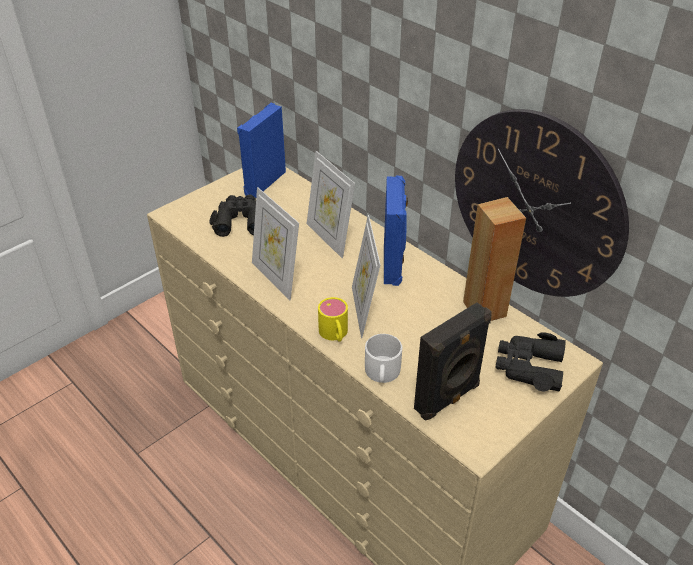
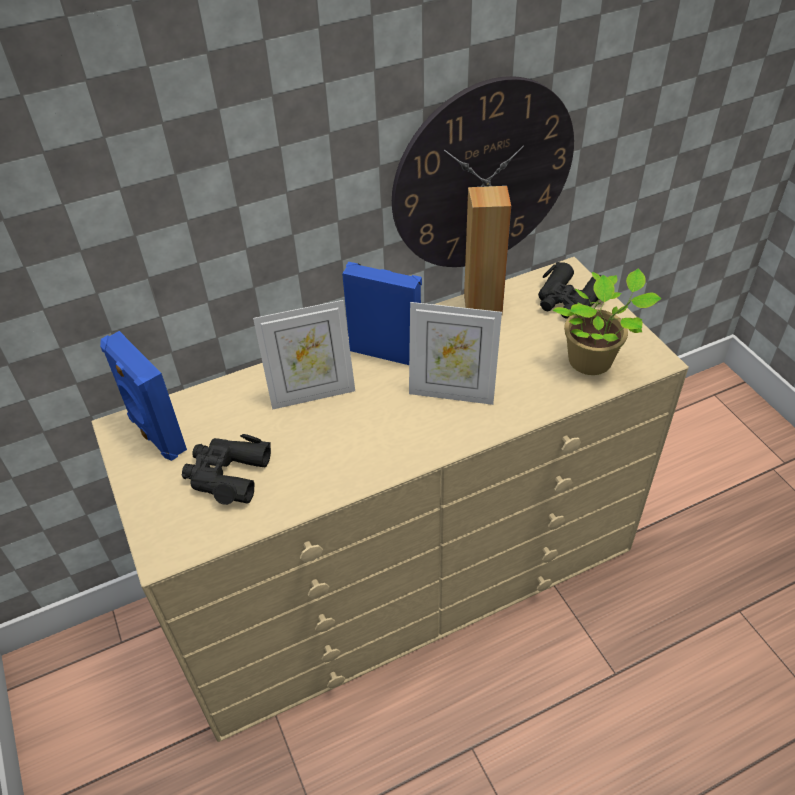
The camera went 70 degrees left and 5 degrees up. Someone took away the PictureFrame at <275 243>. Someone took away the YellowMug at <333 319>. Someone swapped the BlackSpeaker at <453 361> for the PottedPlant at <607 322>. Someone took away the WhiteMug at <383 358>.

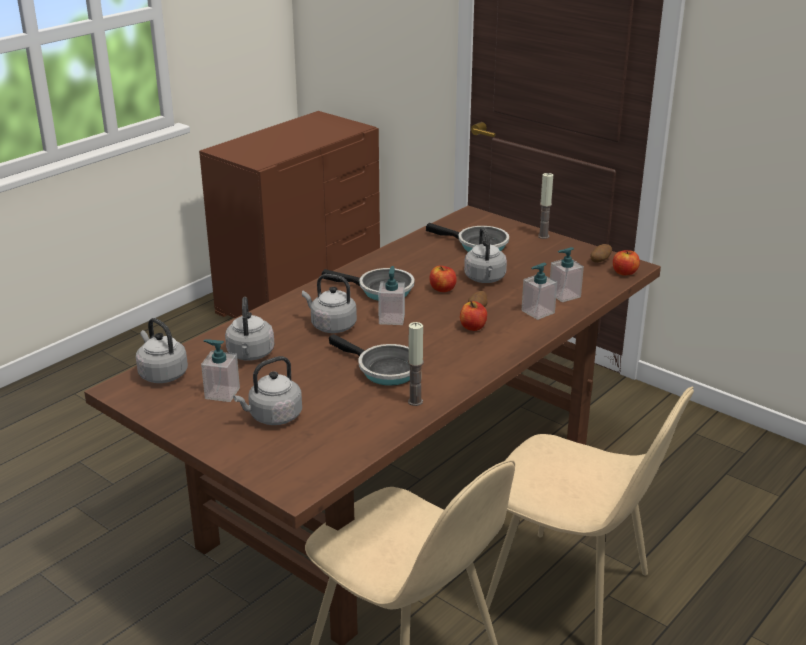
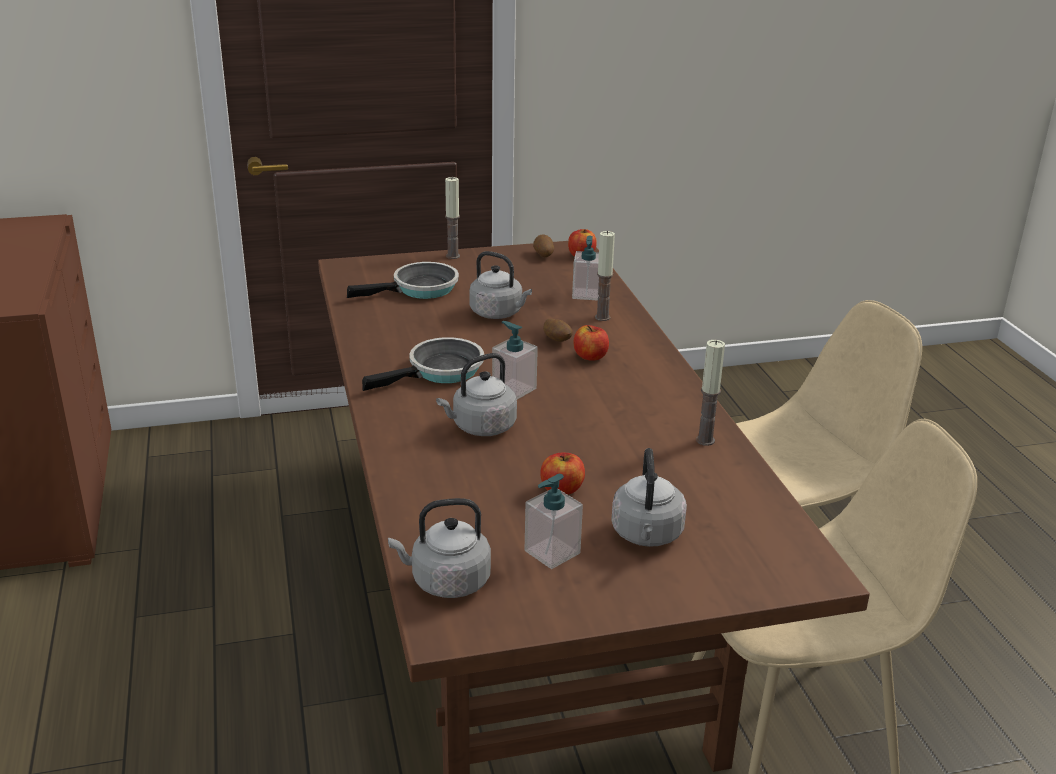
The camera went 55 degrees left and 0 degrees up. Someone swapped the SoapDispenser at <539 291> for the Candle at <605 276>. Someone carried the Apple from <443 279> to <562 474>. Someone took away the GreyKettle at <249 329>. Someone took away the FryingPan at <369 360>.

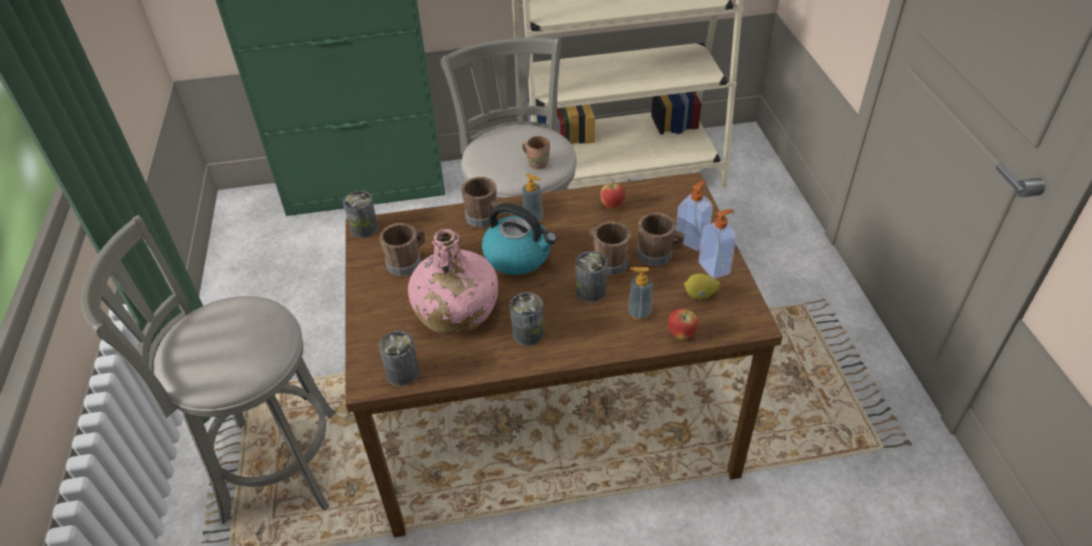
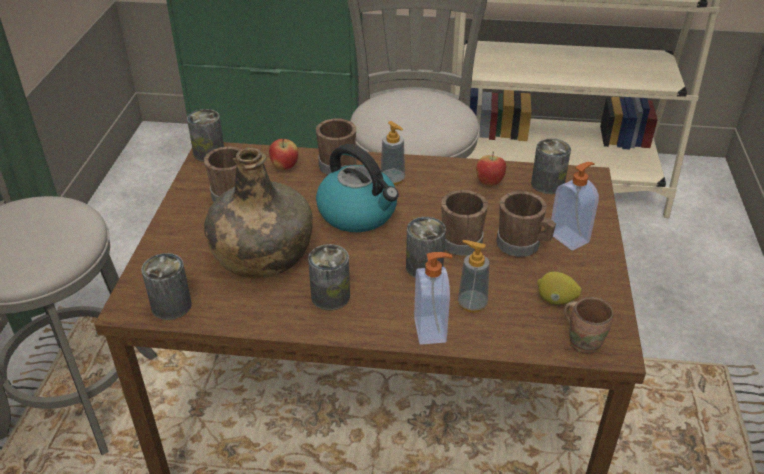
The camera went 15 degrees right and 5 degrees down. Someone carried the BrownMug from <536 153> to <589 325>. Someone carried the SoapDispenser from <717 244> to <433 298>. Someone repainted the PinkBottle at <453 281>, which became the GreenBottle at <258 212>. Someone carried the Apple from <683 324> to <283 154>. Someone put down the Can at <551 166>.

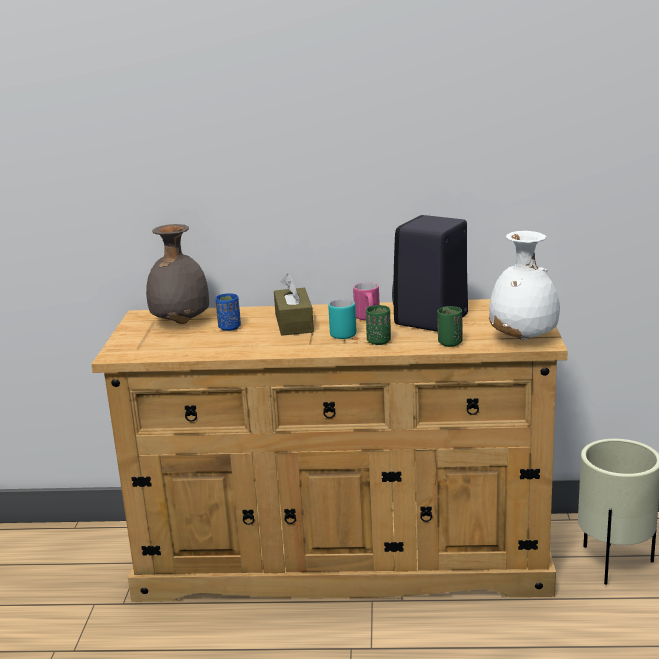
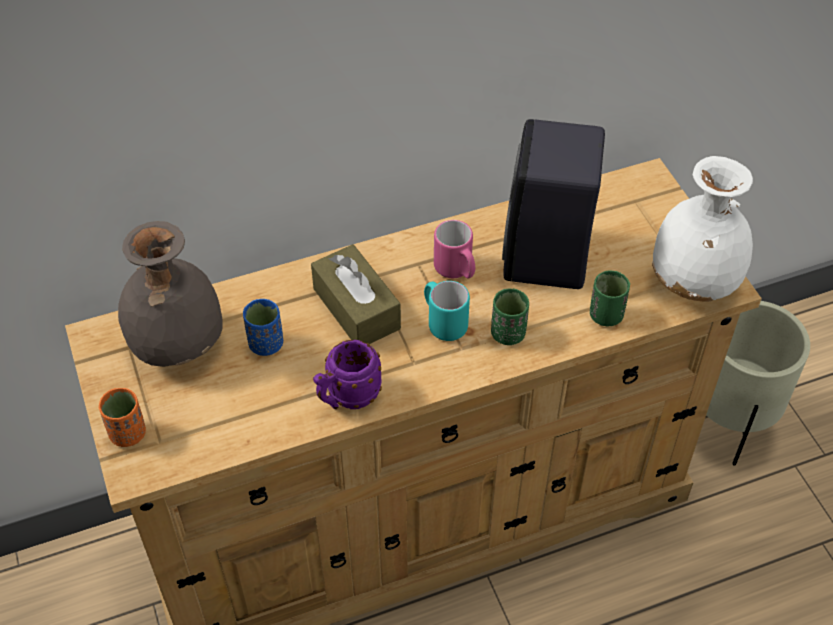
The camera went 25 degrees left and 30 degrees up. Someone put down the PurpleMug at <347 374>. Someone put down the OrangeCup at <122 417>.

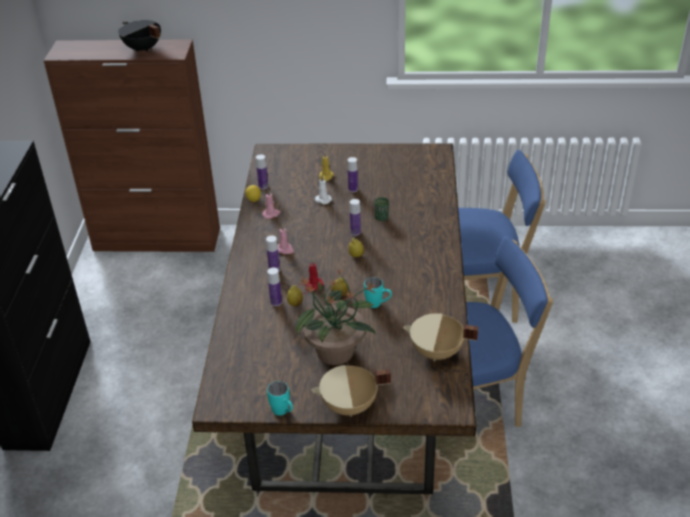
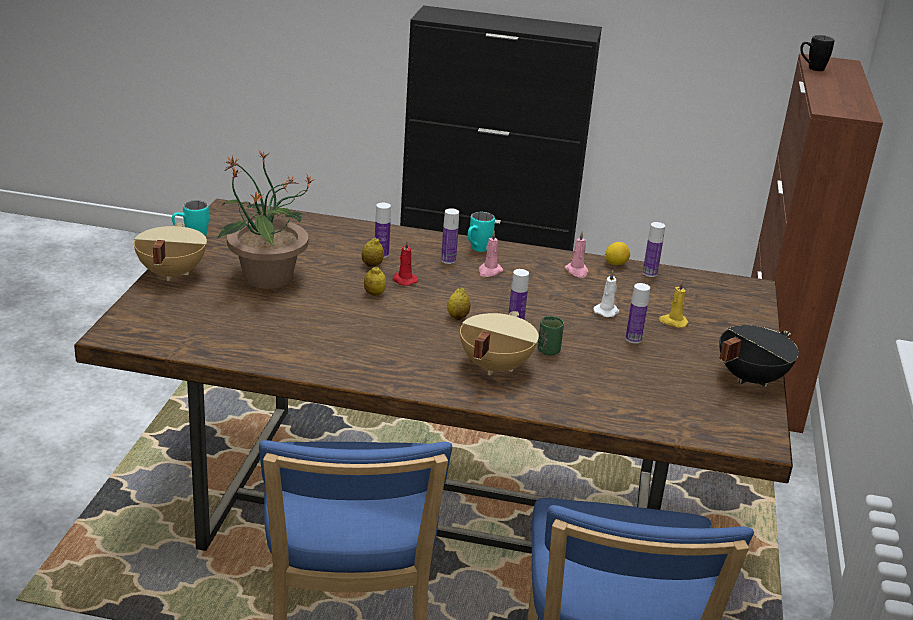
The camera went 95 degrees right and 10 degrees down. Someone carried the BlackCookingPot from <139 36> to <759 356>. Someone carried the TurquoiseMug from <378 292> to <481 232>. Someone carried the BeigeCookingPot from <440 337> to <499 343>. Someone put down the BlackMug at <817 53>.

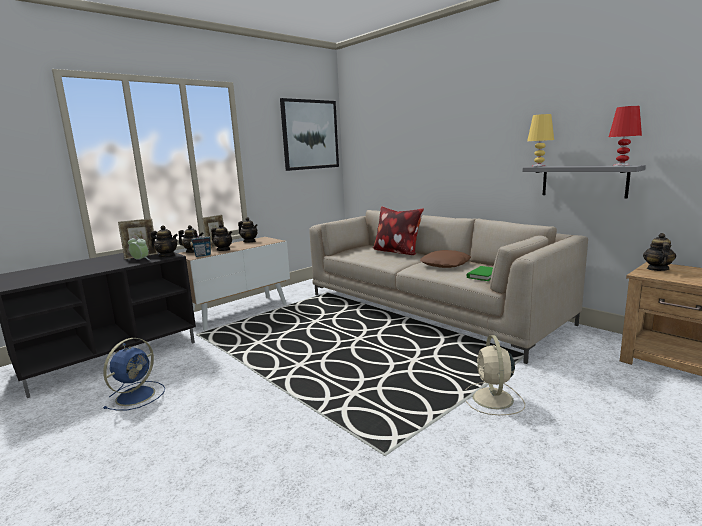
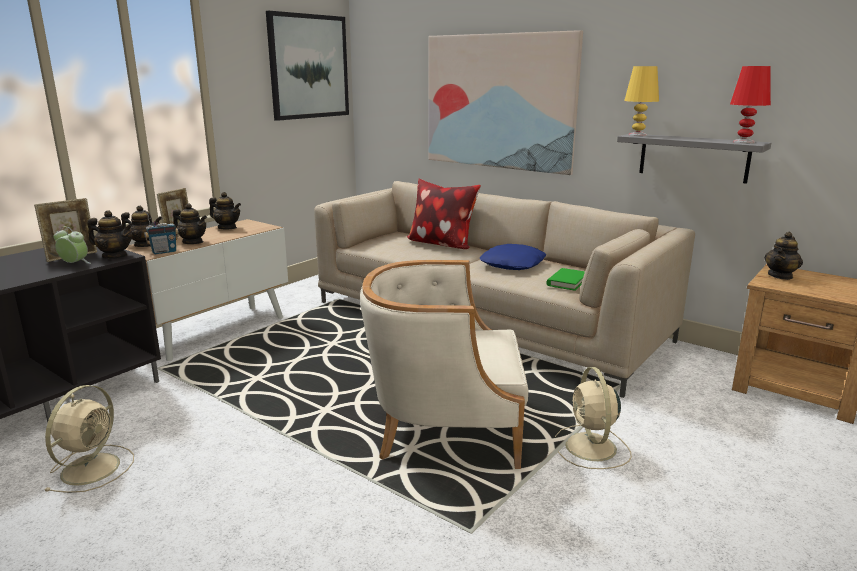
The camera went 10 degrees left and 5 degrees up. Someone rotated the Teapot at <659 252> by 150 degrees counterclockwise. Someone repainted the BrownPillow at <445 259>, which became the BluePillow at <513 257>. Someone repainted the BlueFan at <134 374>, which became the BeigeFan at <89 439>. Someone put up the Picture at <506 102>. Someone put down the BeigeArmchair at <444 364>.

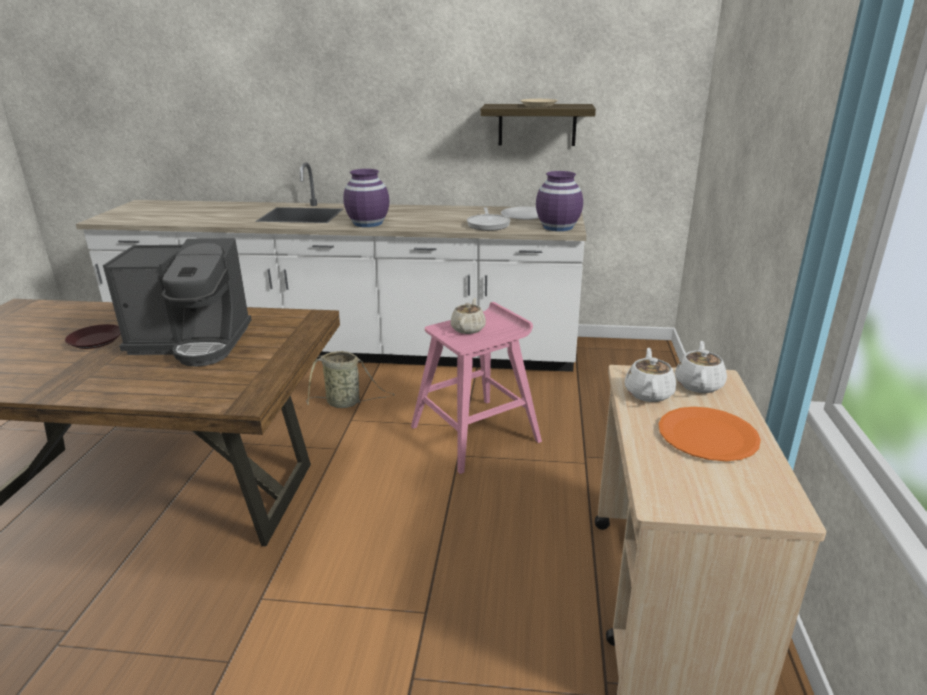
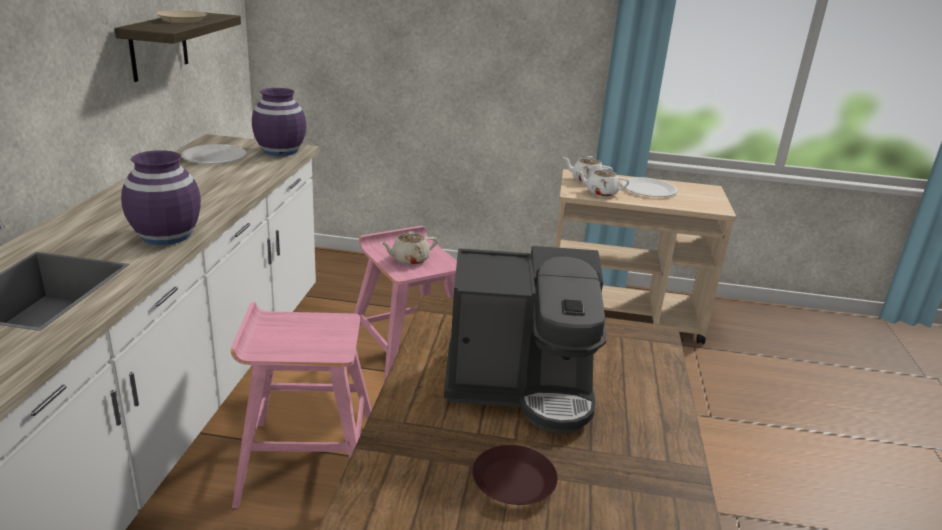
The camera went 90 degrees left and 0 degrees up. Someone took away the FryingPan at <489 219>. Someone rotated the CoffeeMachine at <177 302> by 90 degrees clockwise. Someone rotated the BeigeTeapot at <468 316> by 45 degrees counterclockwise. Someone swapped the Basket at <350 379> for the PinkStool at <301 405>. Someone repainted the OrangePlate at <709 434>, which became the WhitePlate at <649 187>.

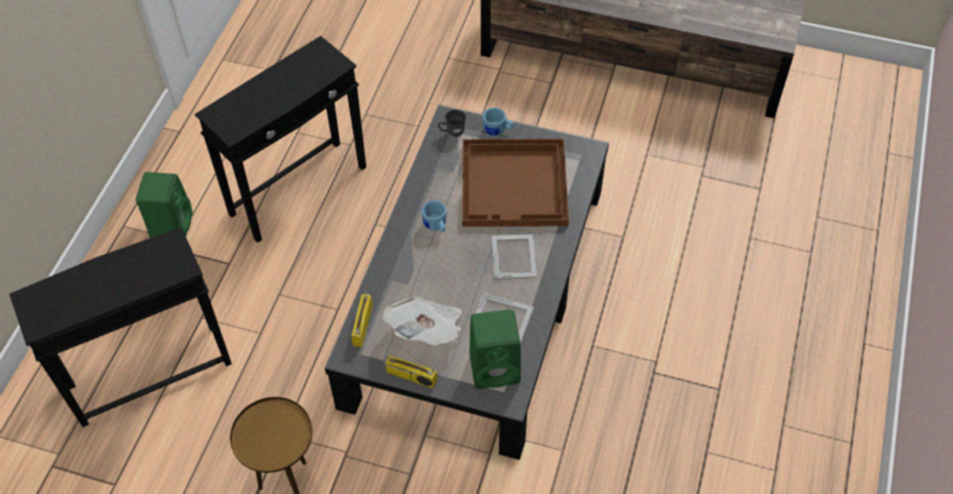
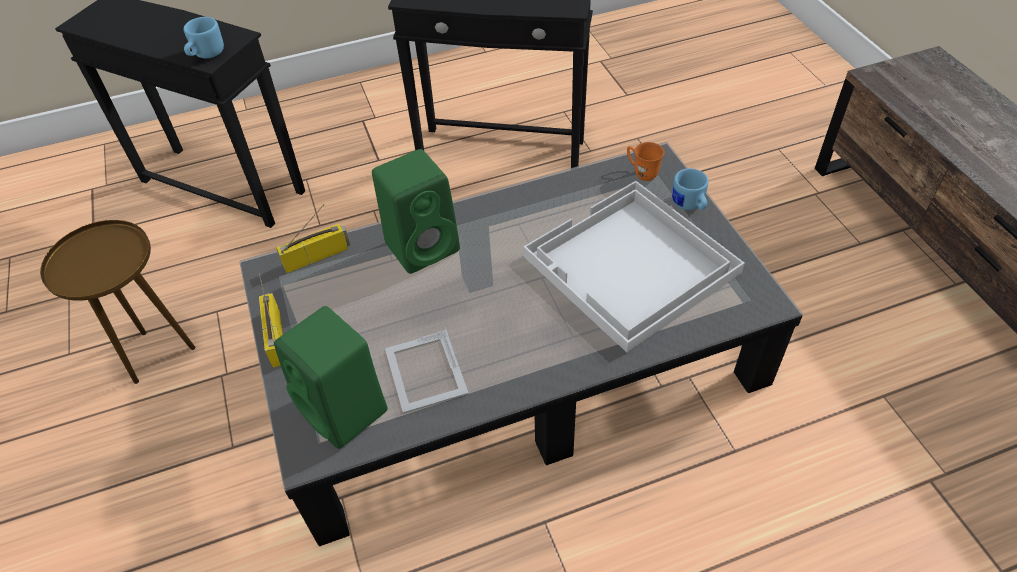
The camera went 55 degrees right and 5 degrees down. Someone repainted the GreyMug at <452 123>, which became the OrangeMug at <645 161>. Someone repainted the BrownTray at <515 183>, which became the WhiteTray at <634 266>. Someone carried the GreenSpeaker from <164 205> to <416 211>. Someone carried the BlueMug from <434 216> to <204 37>. Someone took away the PictureFrame at <514 256>. Someone took away the Newspaper at <422 320>.

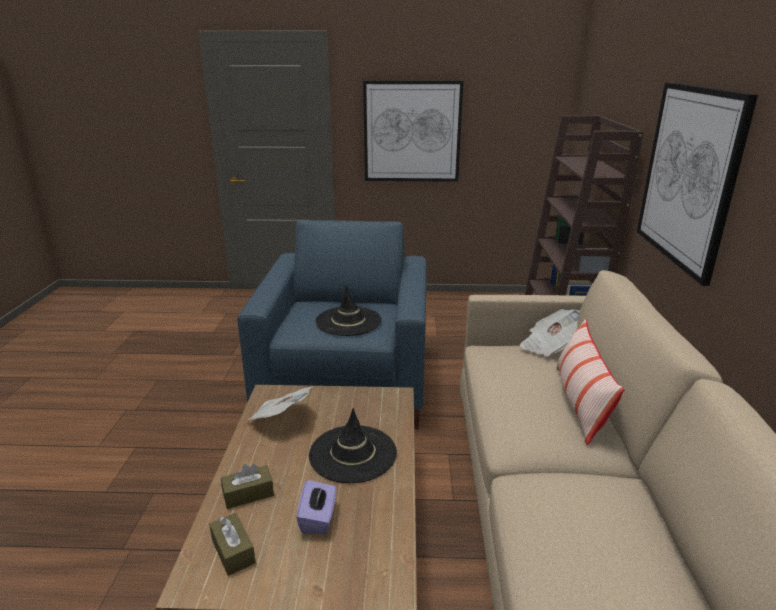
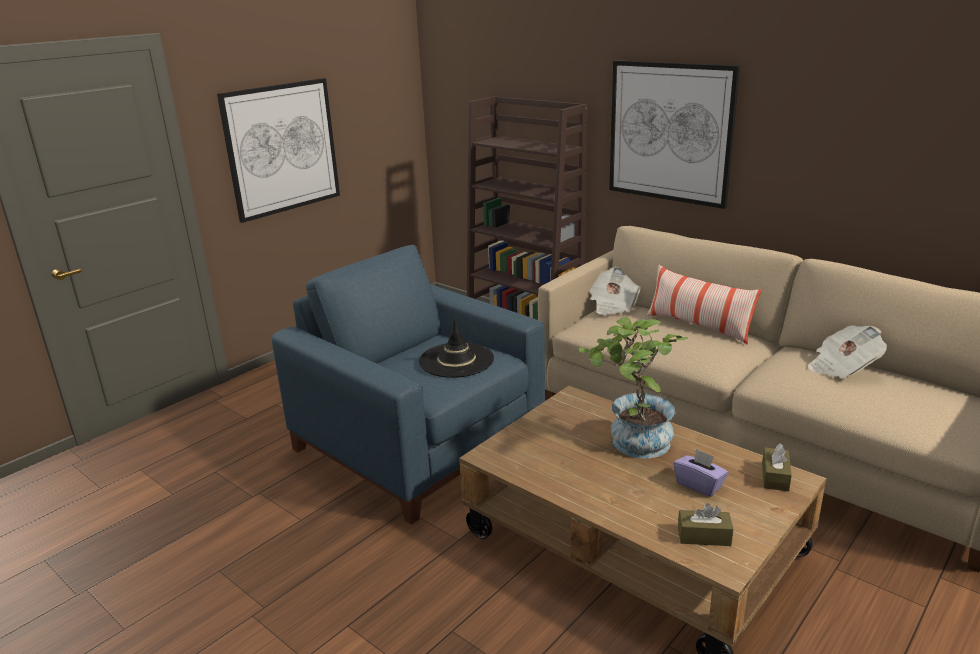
The camera went 50 degrees left and 0 degrees up. Someone carried the Newspaper from <280 403> to <847 352>. Someone swapped the BlackHat at <353 445> for the PottedPlant at <633 388>. Someone carried the BrownTissueBox from <247 486> to <777 467>.

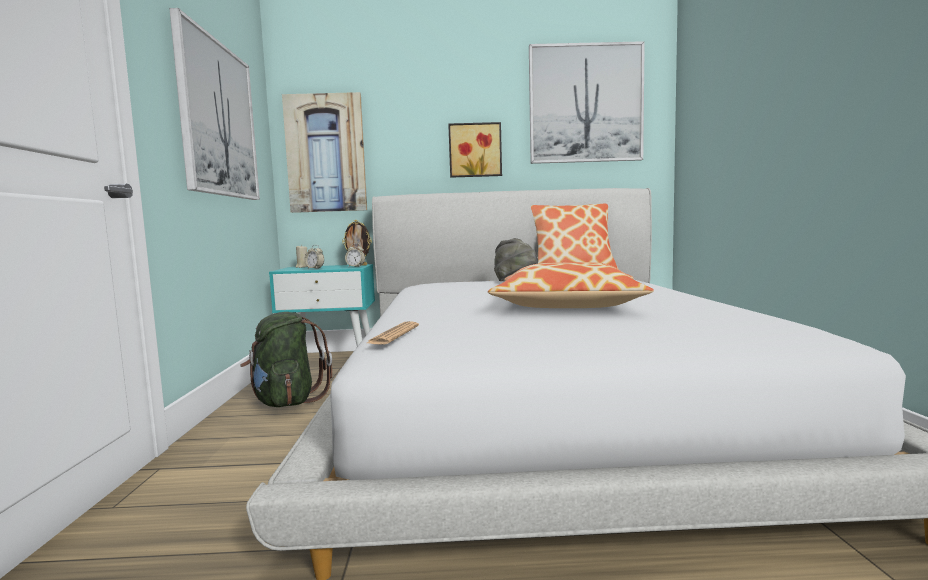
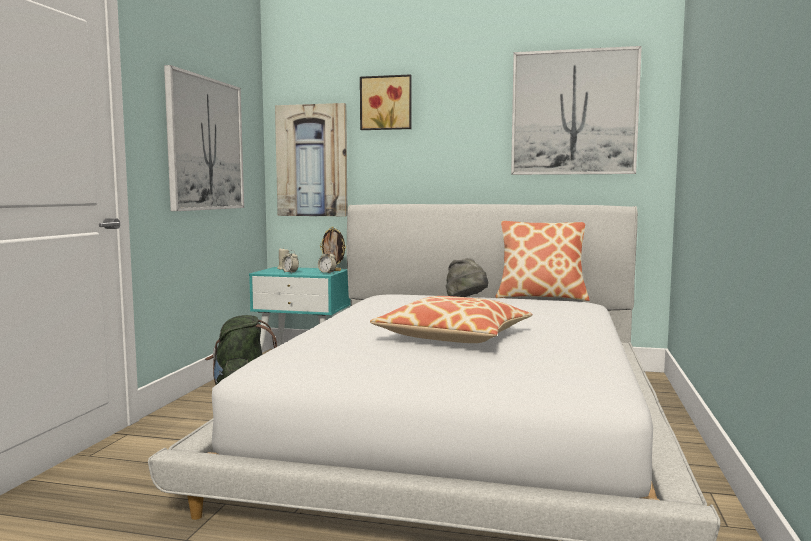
The camera went 15 degrees right and 0 degrees up. Someone carried the Picture from <475 150> to <386 102>. Someone took away the Newspaper at <393 333>.

